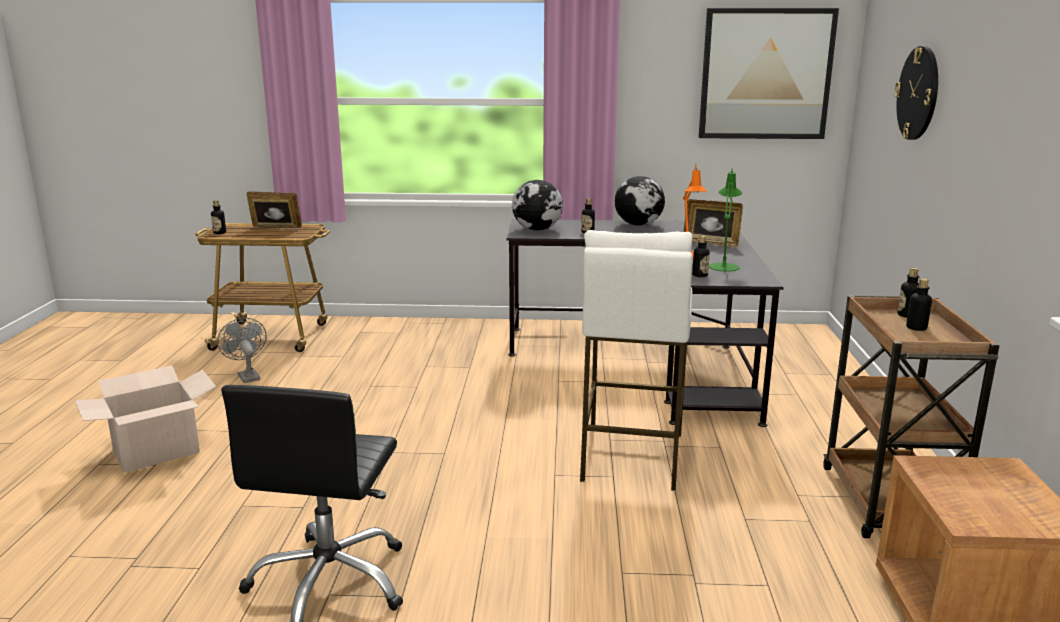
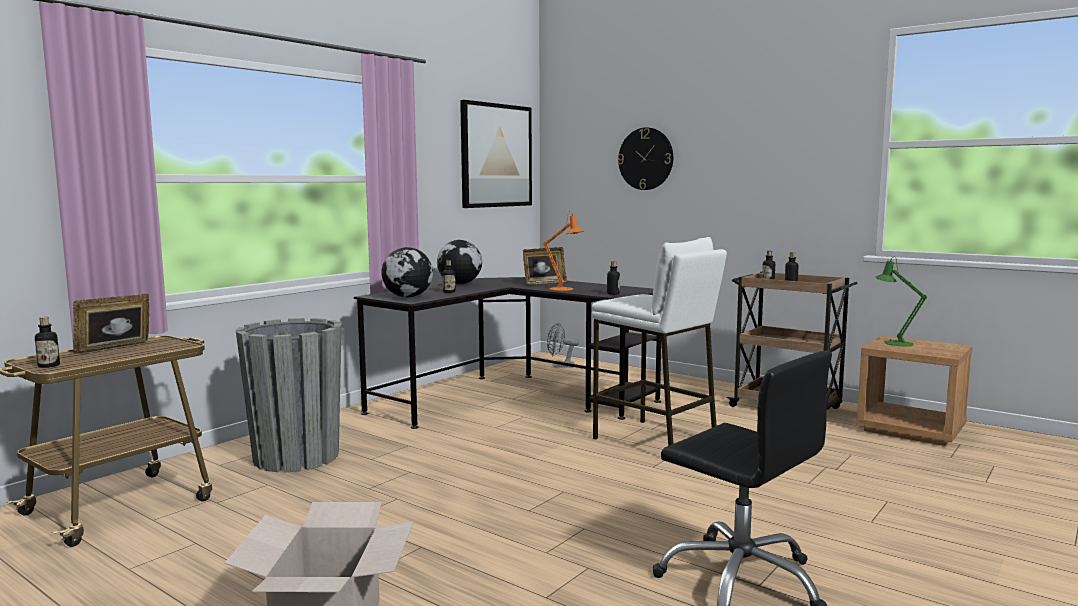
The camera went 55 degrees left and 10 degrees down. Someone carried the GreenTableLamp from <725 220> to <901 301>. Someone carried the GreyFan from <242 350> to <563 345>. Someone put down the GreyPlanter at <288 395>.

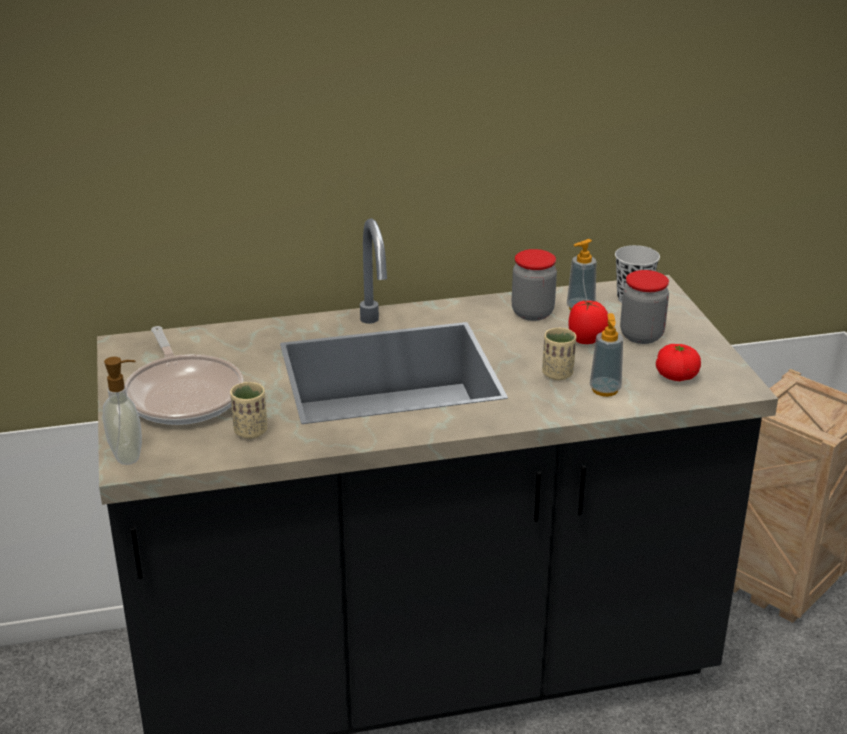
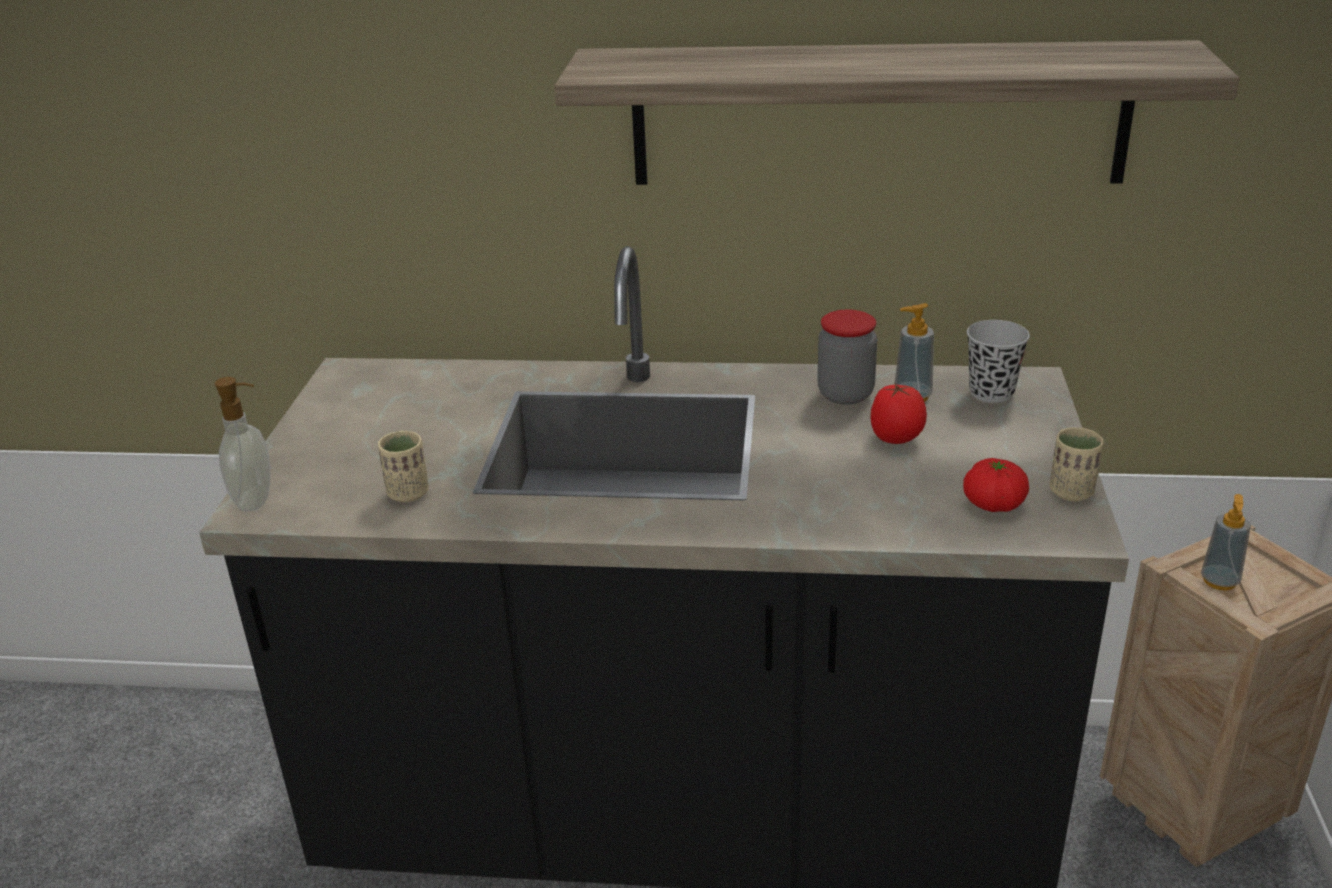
The camera went 20 degrees right and 0 degrees up. Someone took away the Jar at <644 307>. Someone carried the SoapDispenser from <606 355> to <1226 542>. Someone took away the FryingPan at <183 375>. Someone carried the BeigeCup from <559 354> to <1077 464>. Someone put up the Shelf at <897 112>.

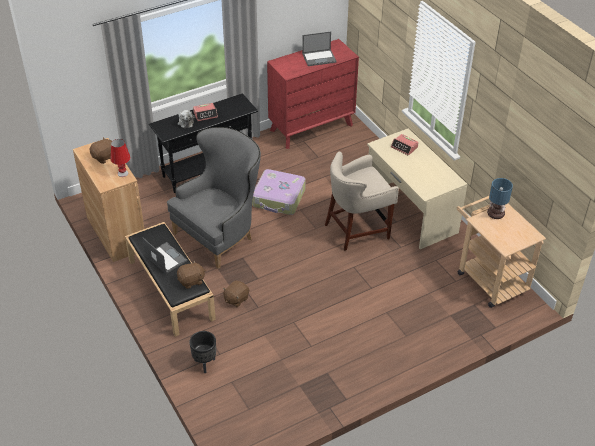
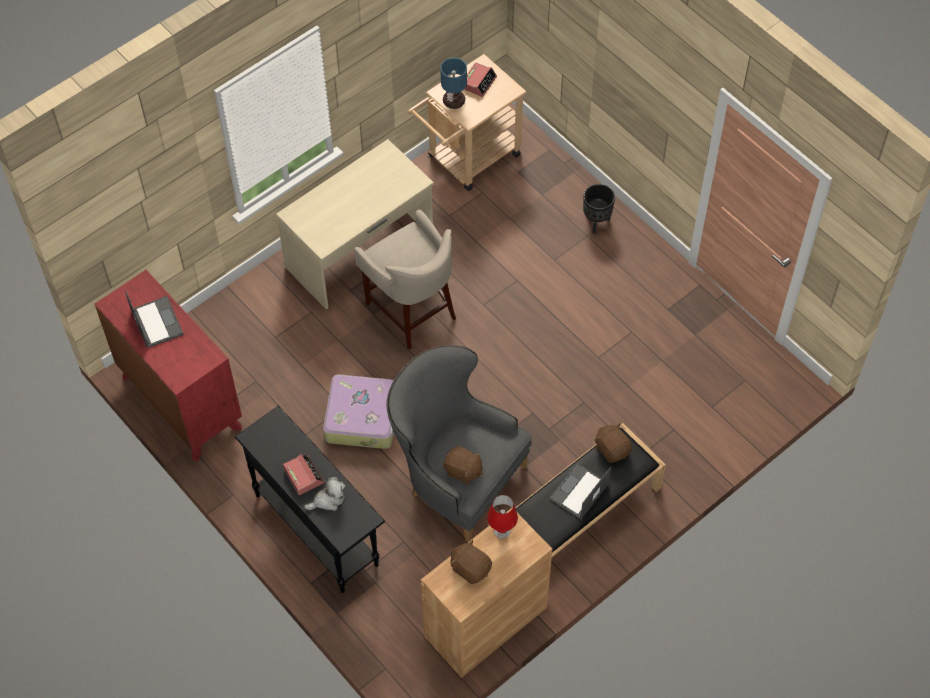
The camera went 100 degrees left and 15 degrees up. Someone carried the AlarmClock from <405 145> to <480 80>. Someone carried the BrownPlushToy from <236 294> to <463 465>. Someone carried the BlackPlanter from <202 352> to <599 208>.

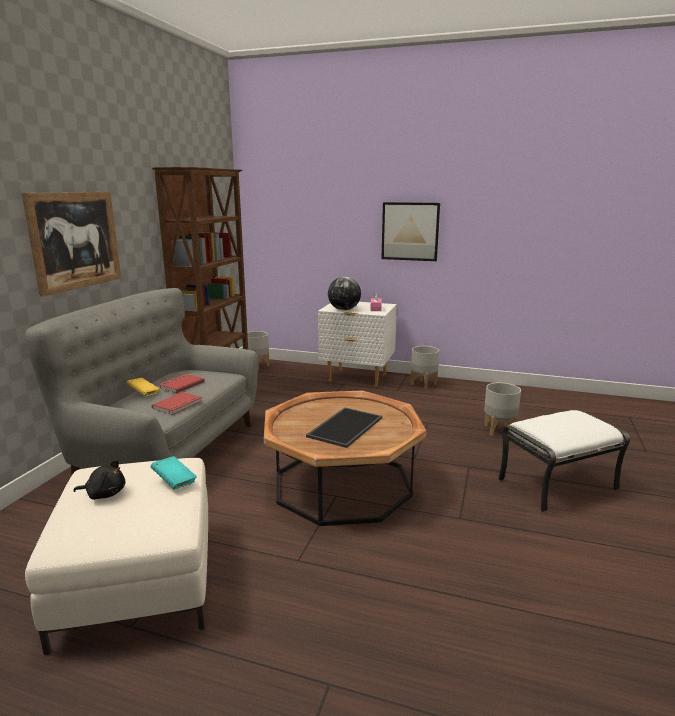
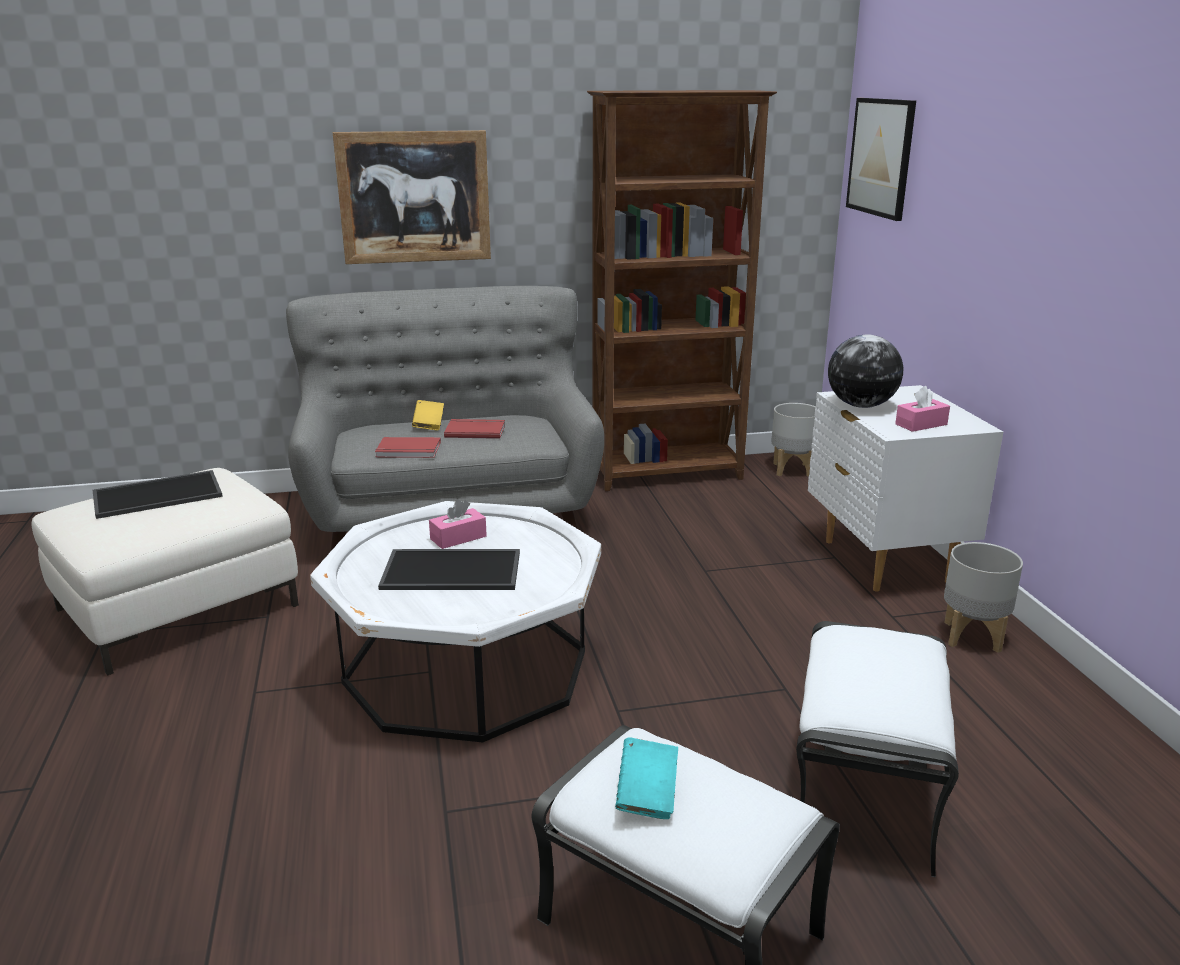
The camera went 60 degrees right and 5 degrees up. Someone carried the Picture from <410 231> to <881 159>. Someone swapped the GreyPlanter at <502 409> for the WhiteOttoman at <877 749>. Someone repainted the BrownCoffeeTable at <345 458>, which became the WhiteCoffeeTable at <455 621>. Someone carried the TurquoiseBook from <174 472> to <646 778>. Someone swapped the BlackPlushToy at <99 480> for the Tray at <158 494>. Someone put down the PinkTissueBox at <458 524>.

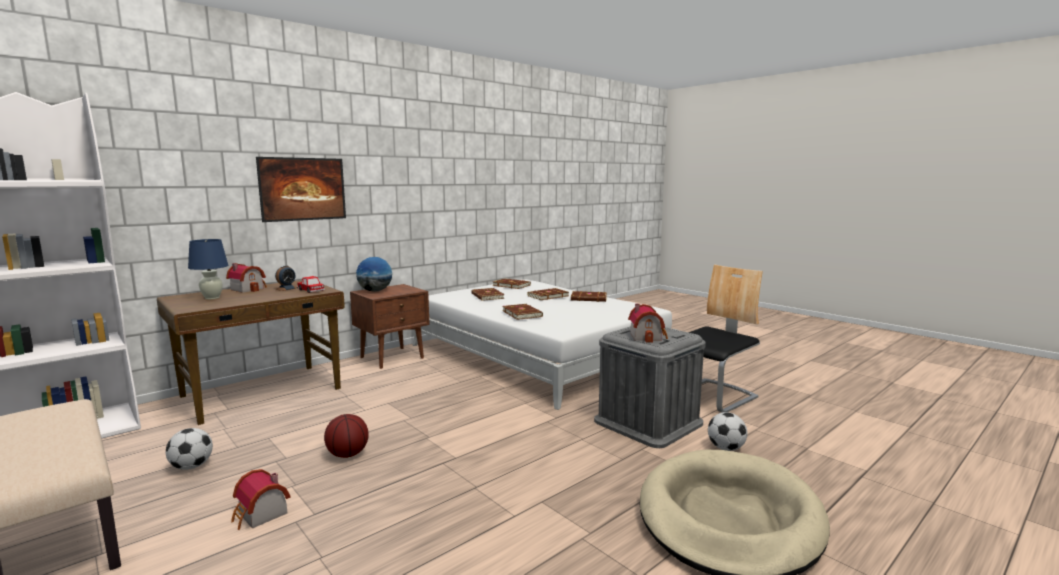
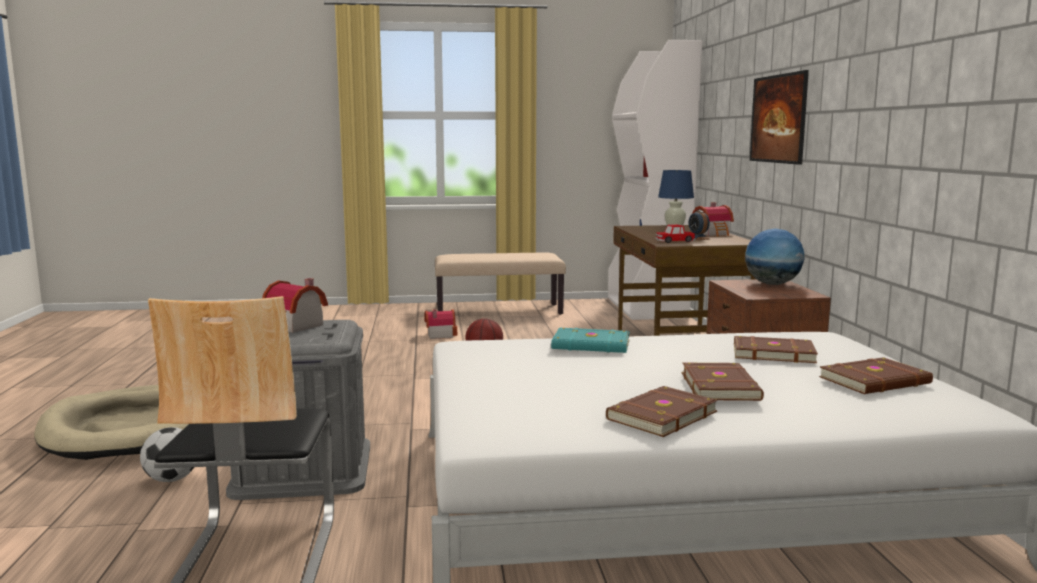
The camera went 125 degrees right and 0 degrees up. Someone repainted the BrownBook at <523 312>, which became the TurquoiseBook at <590 340>. Someone took away the Football at <189 449>.

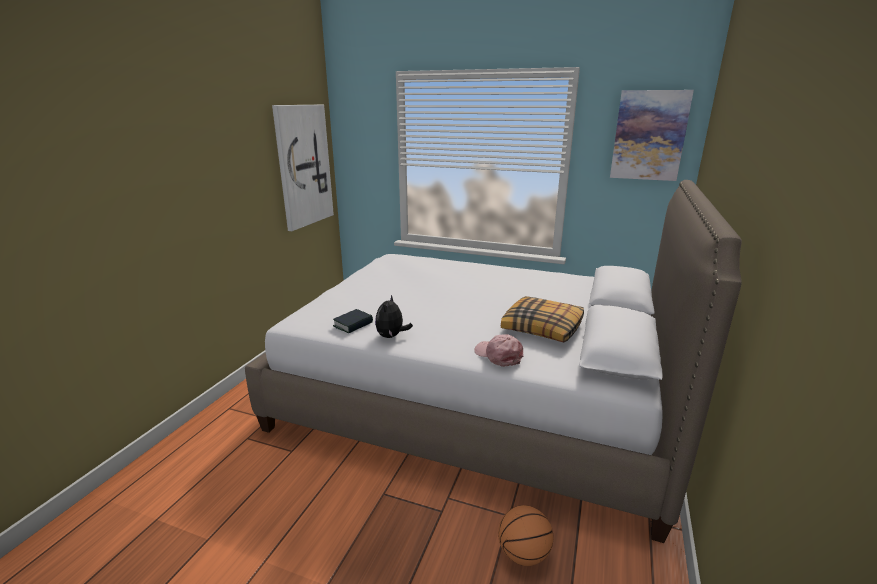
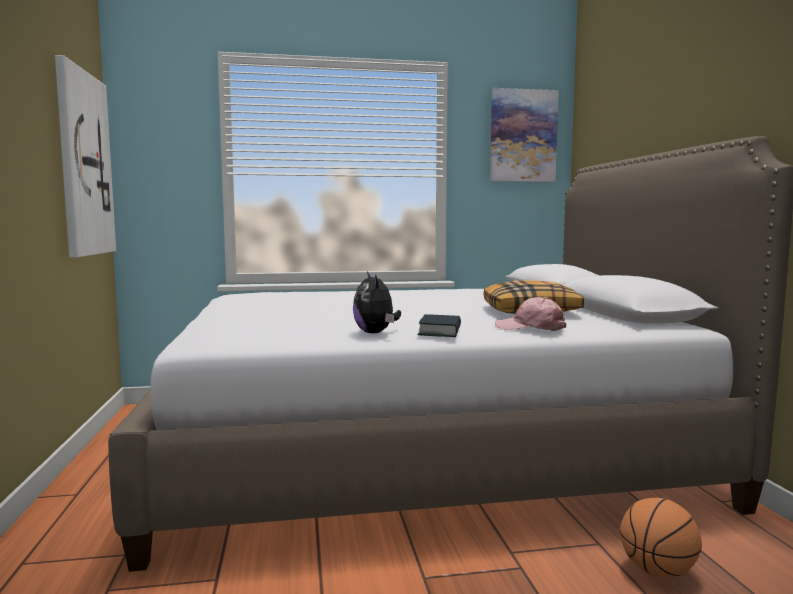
The camera went 30 degrees left and 15 degrees down. Someone carried the Book from <353 321> to <439 325>.

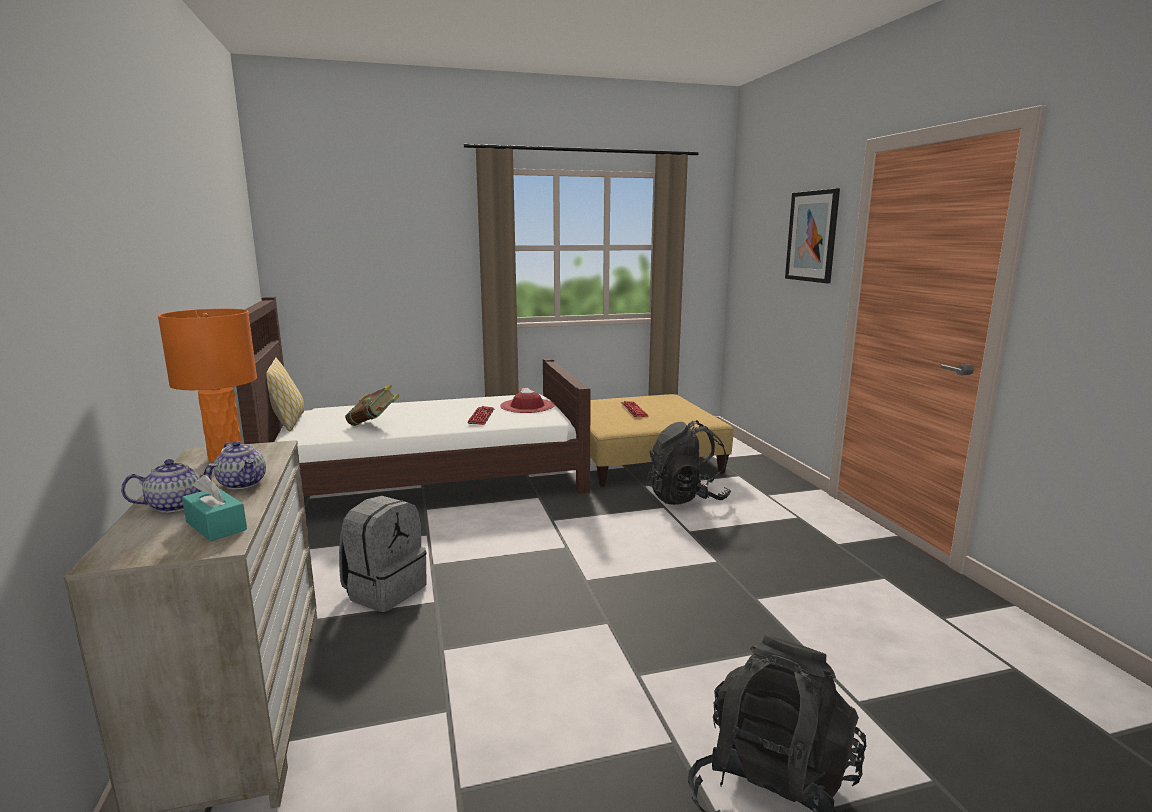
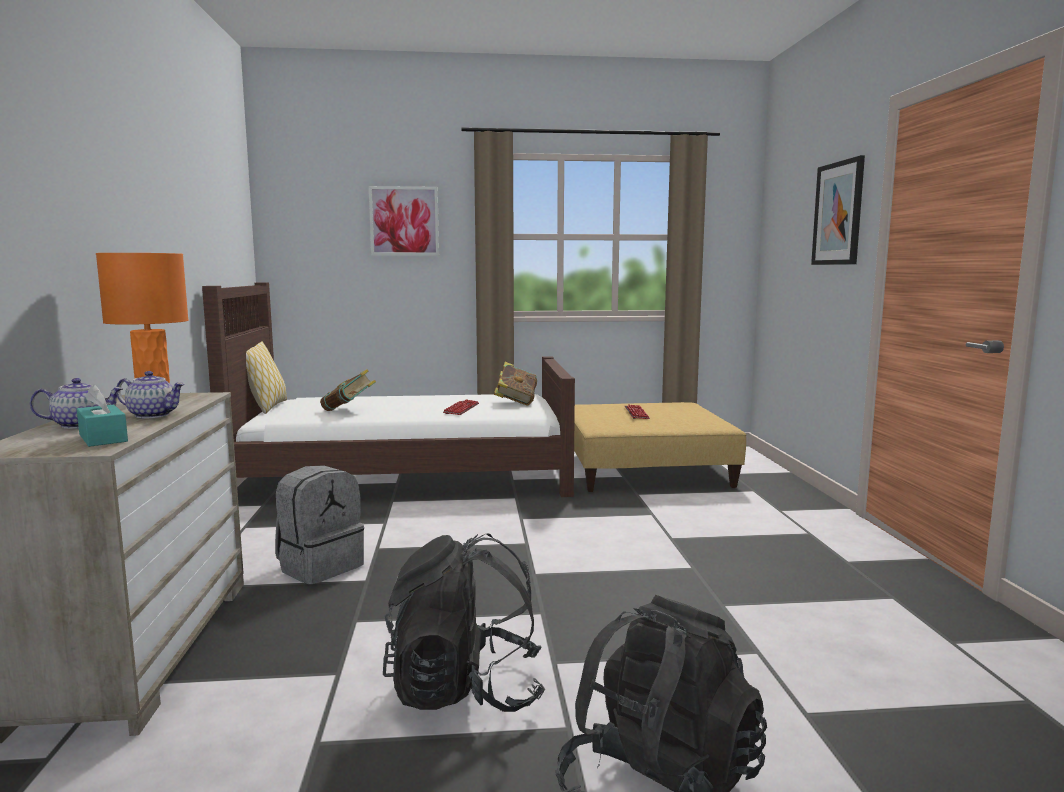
The camera went 10 degrees right and 5 degrees down. Someone swapped the RedHat at <527 400> for the Book at <515 383>. Someone carried the BlackBackpack from <689 462> to <464 622>. Someone rotated the Teapot at <240 465> by 45 degrees counterclockwise. Someone put up the Picture at <404 221>.

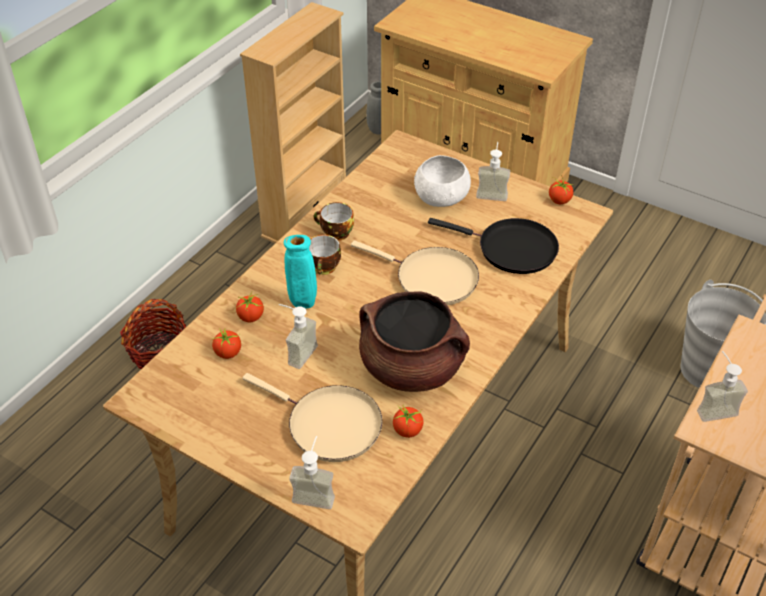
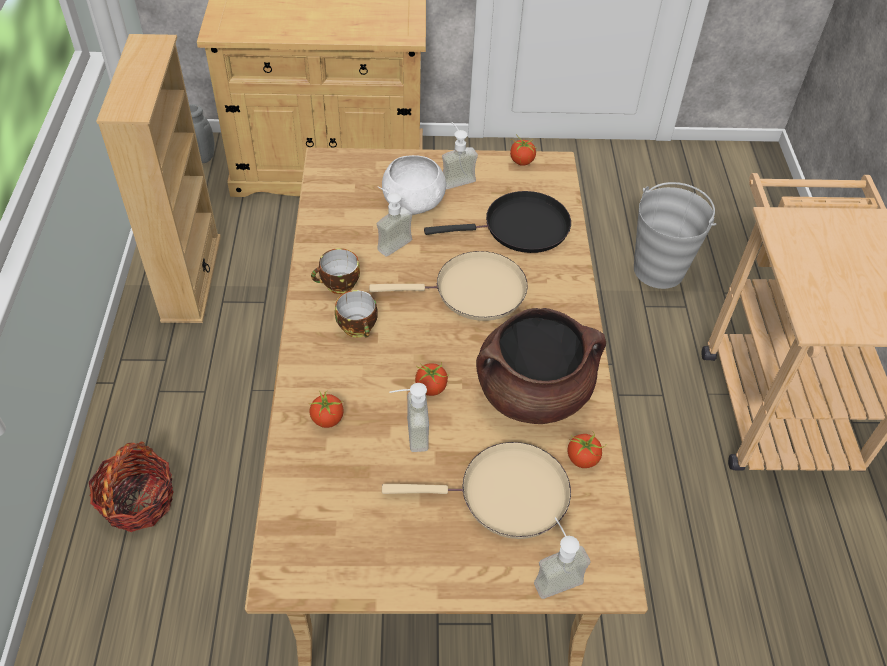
The camera went 35 degrees left and 5 degrees up. Someone took away the TurquoiseVase at <300 272>. Someone carried the Tomato from <226 343> to <432 379>. Someone carried the SoapDispenser from <722 386> to <394 221>.

